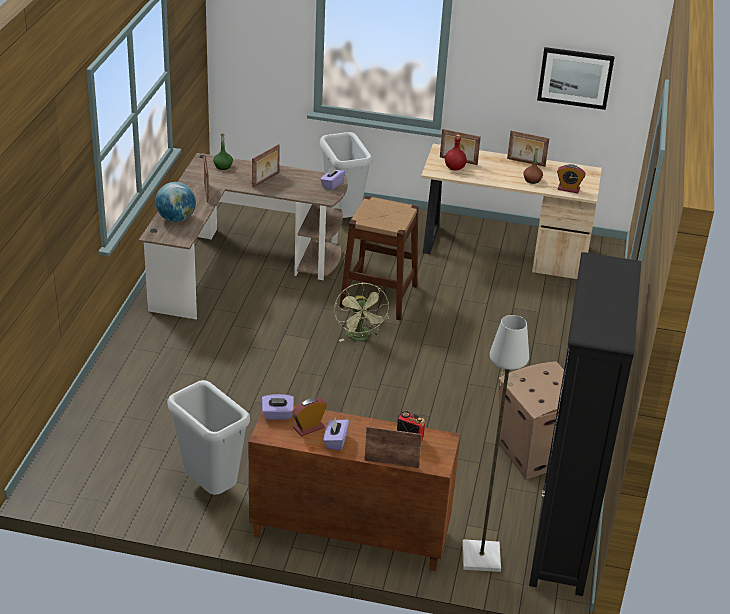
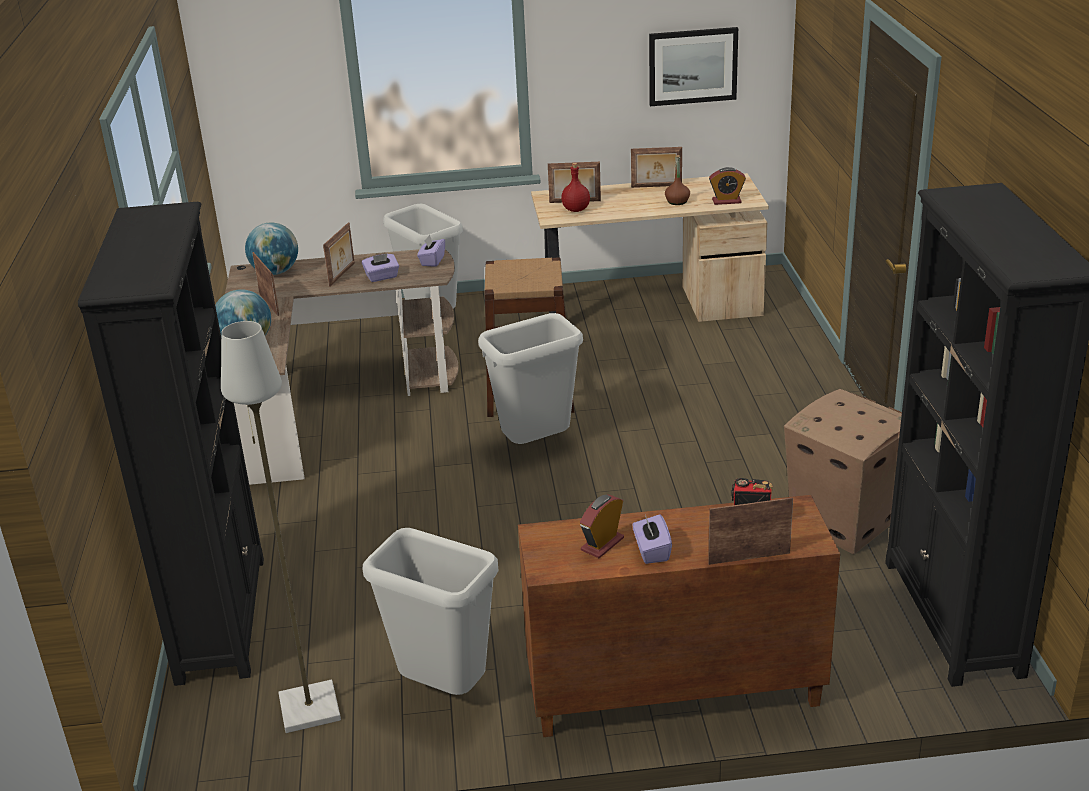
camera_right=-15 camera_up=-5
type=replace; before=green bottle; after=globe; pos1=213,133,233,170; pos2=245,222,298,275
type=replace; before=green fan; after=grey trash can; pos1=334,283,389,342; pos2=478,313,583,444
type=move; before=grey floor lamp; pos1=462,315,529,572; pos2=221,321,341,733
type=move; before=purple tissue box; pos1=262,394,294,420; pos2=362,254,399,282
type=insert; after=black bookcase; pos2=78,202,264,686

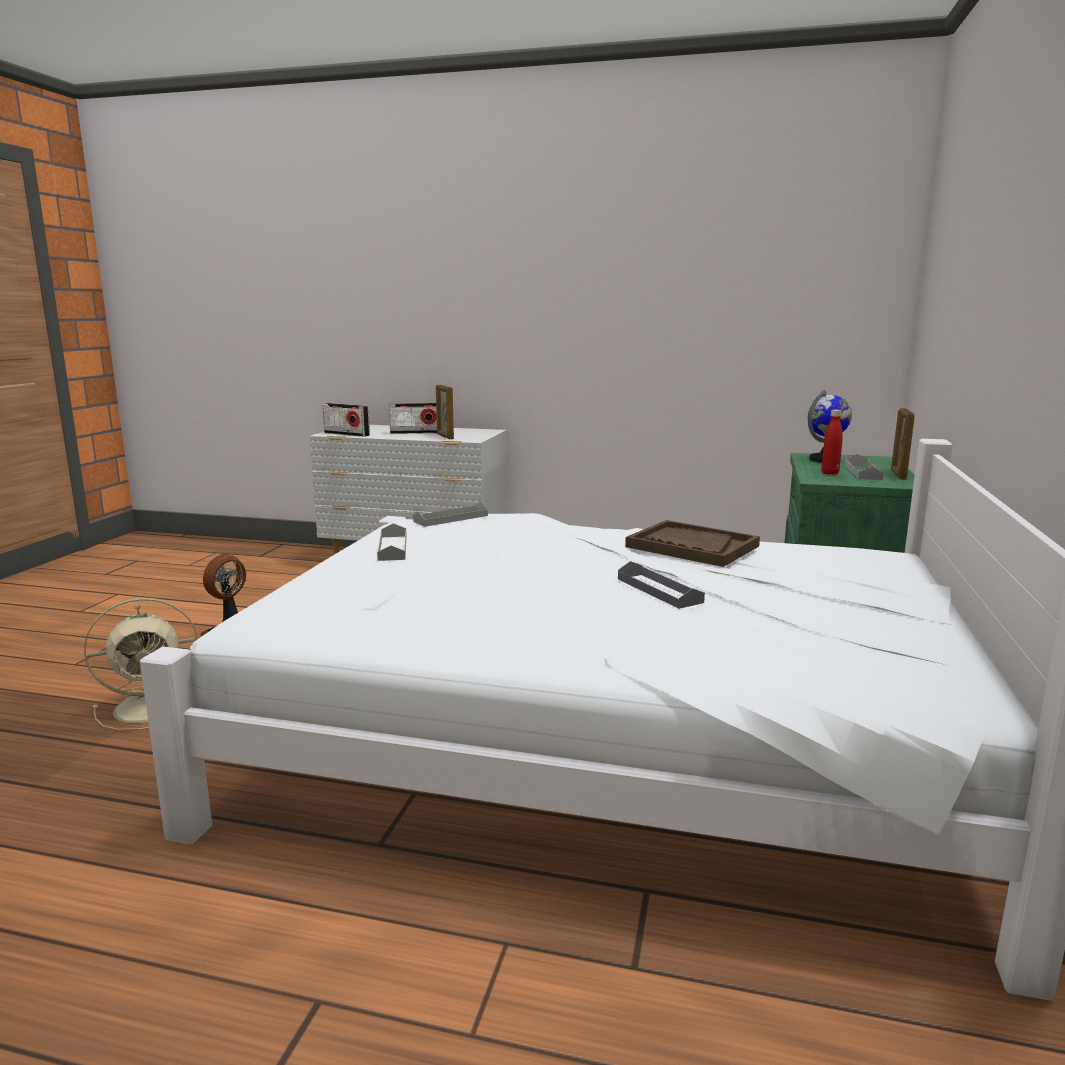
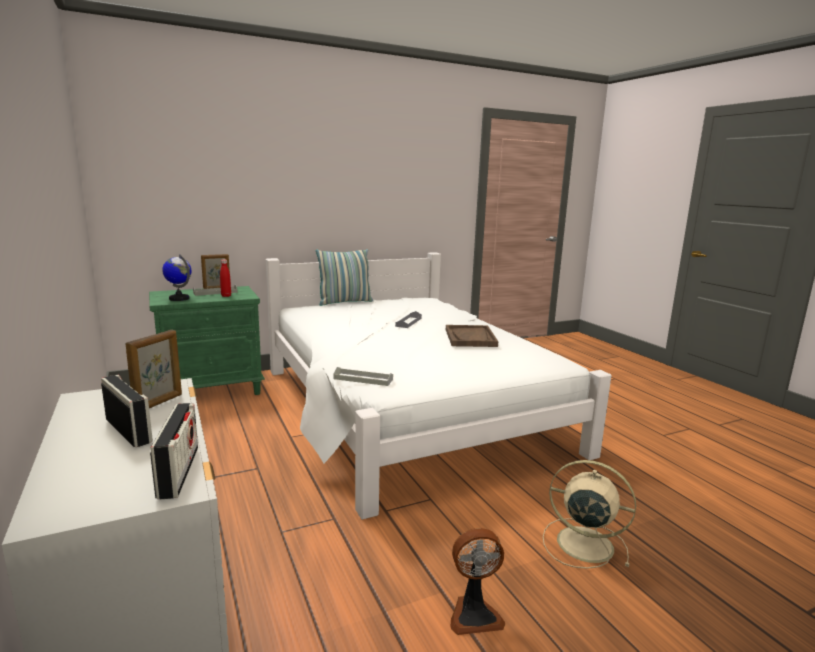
camera_right=-130 camera_up=0
type=move; before=brown tray; pos1=625,520,760,567; pos2=446,325,498,347
type=delete; before=grey tray; pos1=377,523,407,561
type=insert; after=pillow; pos2=316,249,373,306

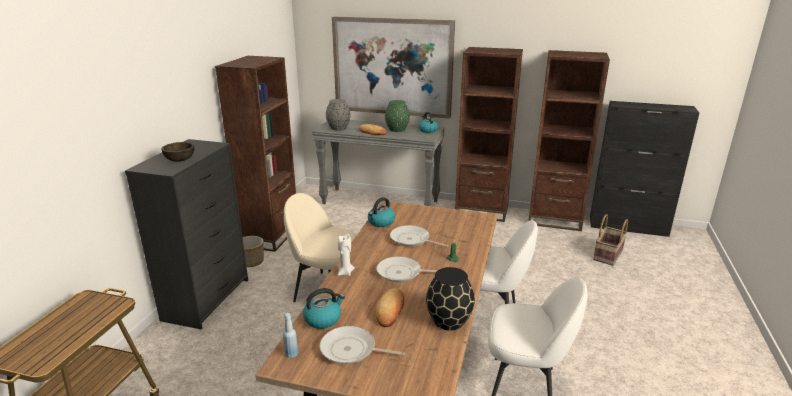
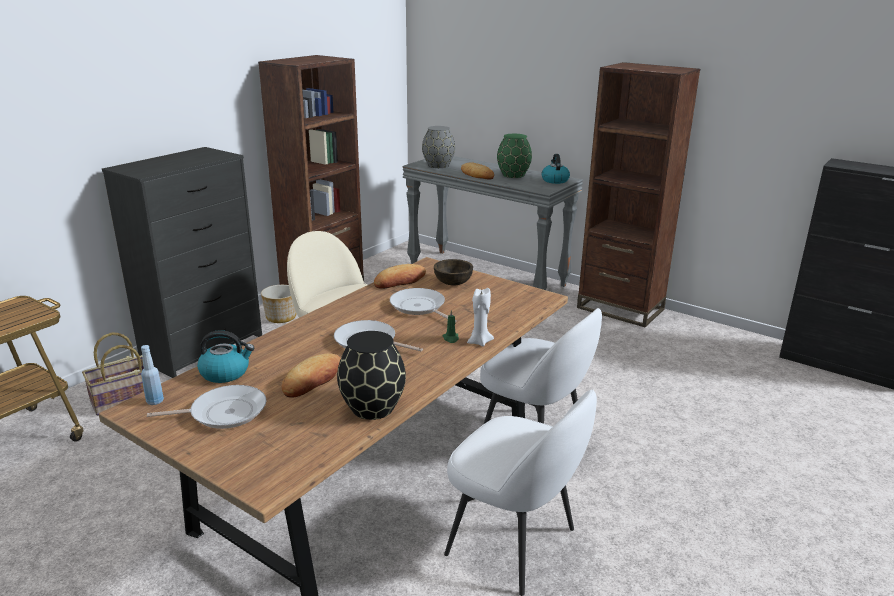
camera_right=20 camera_up=0
type=delete; before=picture; pos1=332,17,455,119
type=delete; before=brown bookcase; pos1=528,50,610,231
type=move; before=brown bowl; pos1=161,142,194,162; pos2=434,259,473,286
type=replace; before=kettle; after=bread; pos1=368,197,395,227; pos2=374,264,426,289
type=move; before=basket; pos1=593,214,628,266; pos2=82,332,144,416
type=move; before=white candle; pos1=337,234,355,276; pos2=467,288,494,347
type=rotate; before=frying pan; pos1=320,326,405,364; pos2=147,385,267,429; turn=135

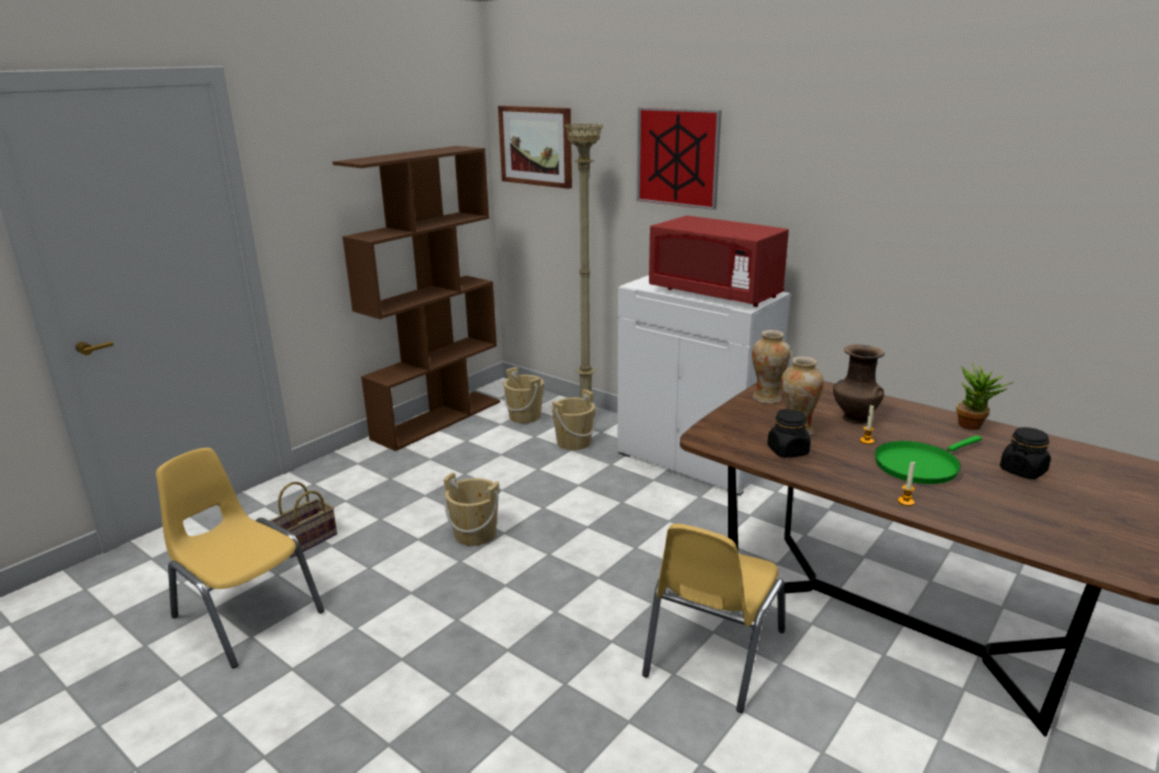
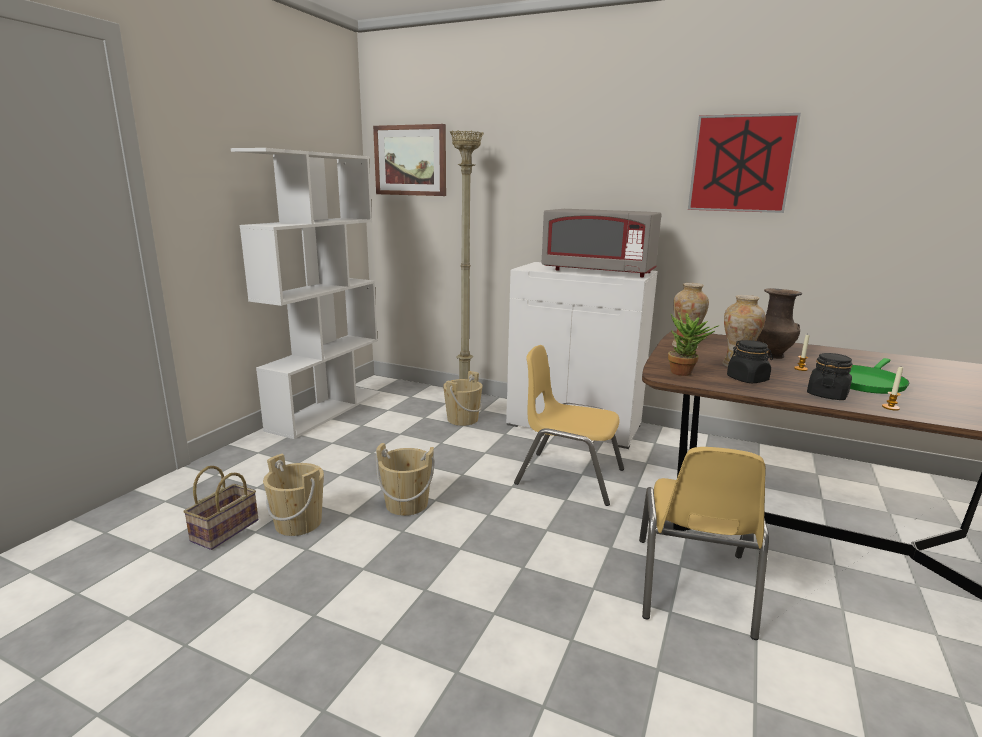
camera_right=-15 camera_up=-5
type=move; before=picture; pos1=637,107,722,210; pos2=688,113,801,213
type=recolor; before=brown bookcase; after=white bookcase; pos1=332,146,500,451; pos2=231,148,380,439
type=recolor; before=red microwave; after=grey microwave; pos1=649,215,789,307; pos2=542,209,661,277
type=move; before=potted plant; pos1=956,363,1014,430; pos2=668,312,720,376
type=move; before=beige bucket; pos1=503,367,544,423; pos2=263,453,324,536
type=move; before=black jar; pos1=1000,427,1051,479; pos2=807,353,853,400
type=move; before=yellow chair; pos1=156,448,325,669; pos2=514,345,624,506

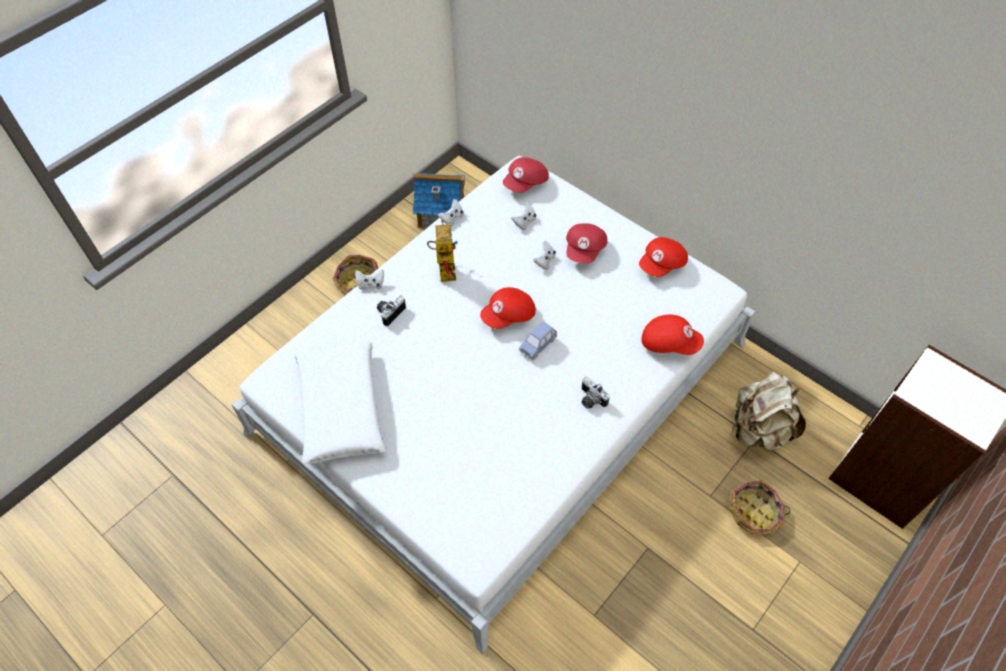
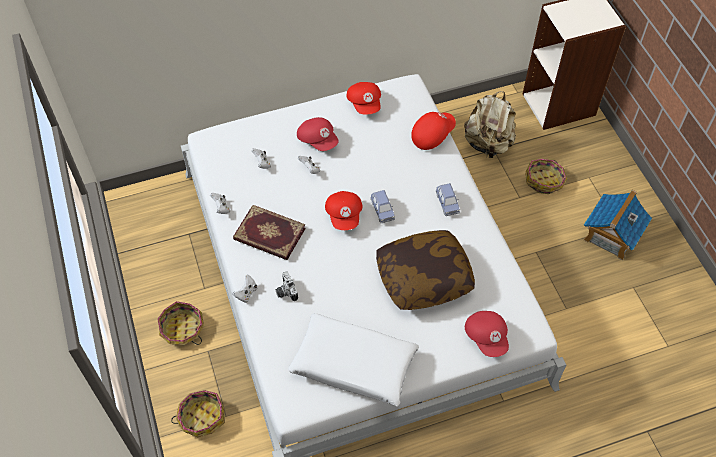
camera_right=-60 camera_up=0
type=move; before=red cap; pos1=503,157,549,193; pos2=465,311,509,357
type=move; before=toy house; pos1=412,173,465,228; pos2=584,190,652,260
type=replace; before=toy robot; after=book; pos1=427,219,458,282; pos2=233,205,306,260
type=replace; before=photo camera; after=blue toy car; pos1=582,377,610,409; pos2=436,183,460,216
type=insert; after=pillow; pos2=376,230,475,310
type=insert; after=basket; pos2=171,390,225,437

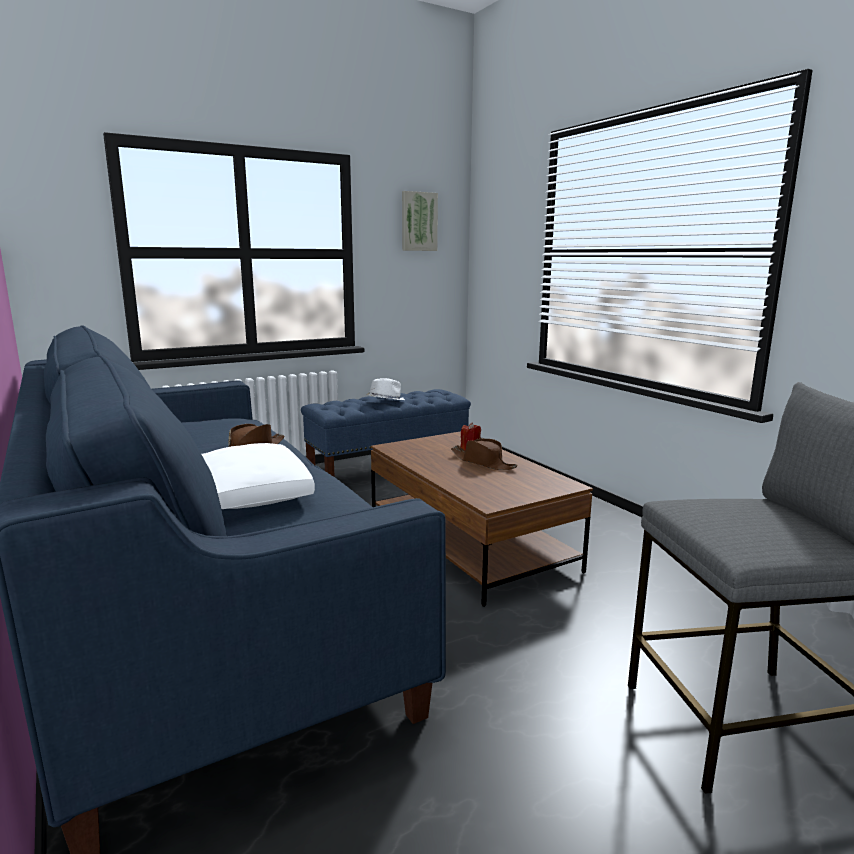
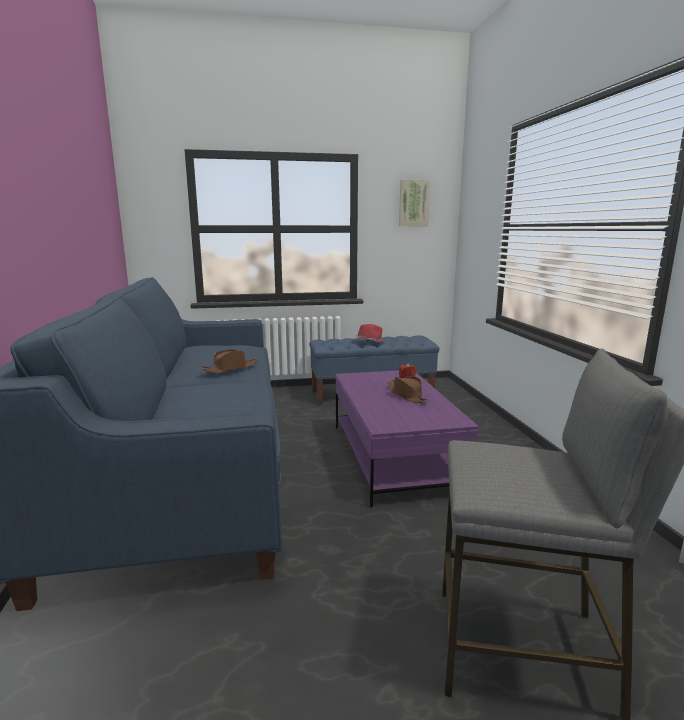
camera_right=20 camera_up=0
type=recolor; before=white hat; after=red hat; pos1=367,378,405,400; pos2=355,324,385,342
type=recolor; before=brown coffee table; after=purple coffee table; pos1=371,431,593,607; pos2=336,370,479,507
type=delete; before=white pillow; pos1=201,443,315,509

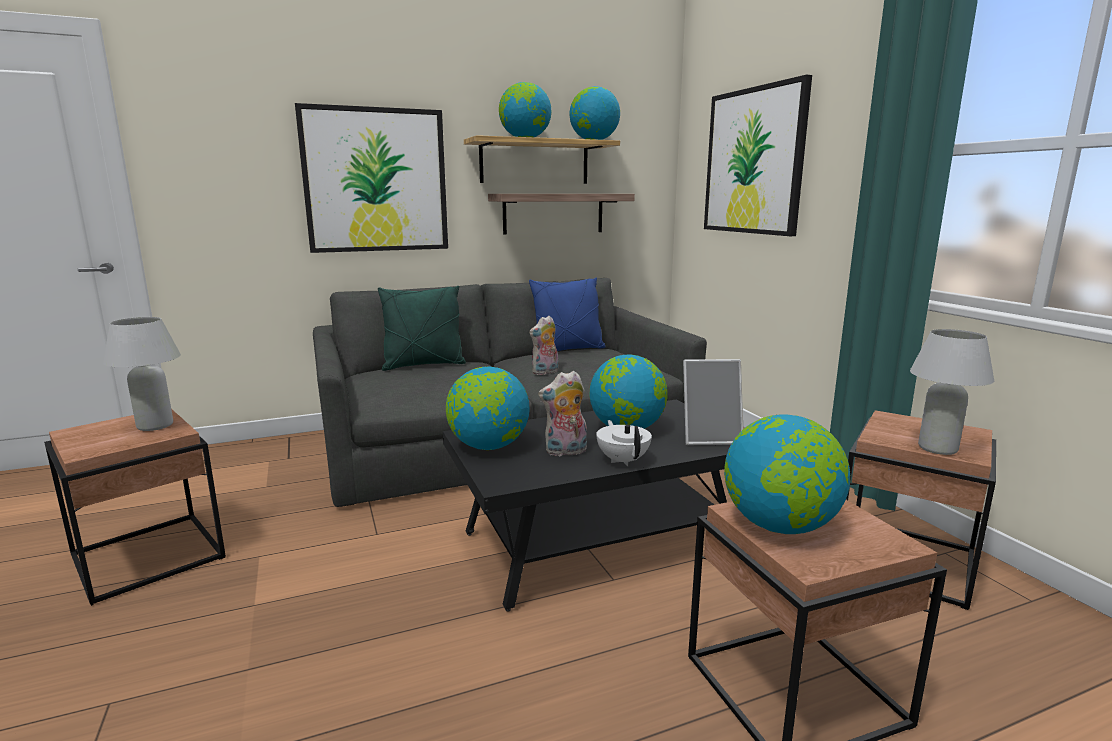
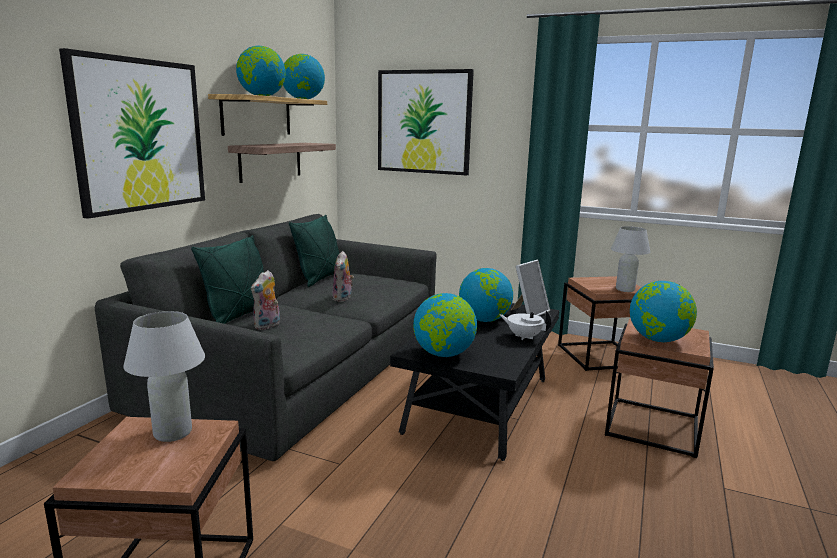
camera_right=-45 camera_up=0
type=recolor; before=blue pillow; after=green pillow; pos1=529,278,606,351; pos2=289,215,340,287
type=move; before=plush toy; pos1=538,371,587,456; pos2=251,270,280,330

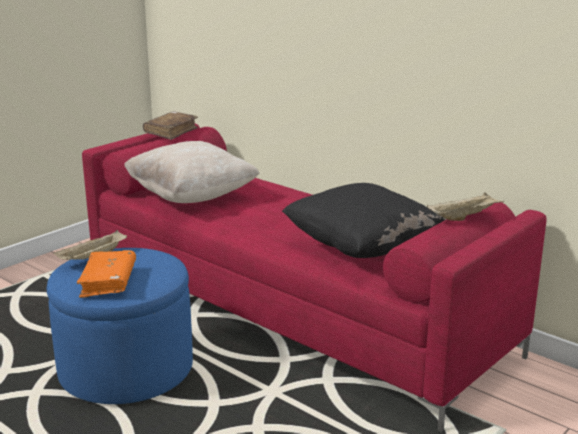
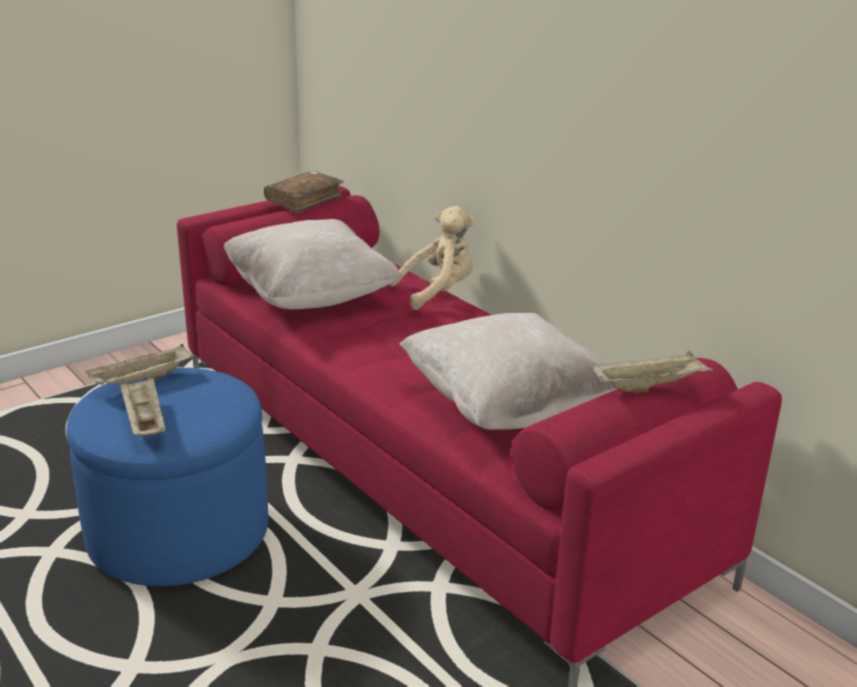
camera_right=10 camera_up=5
type=recolor; before=black pillow; after=beige pillow; pos1=282,183,446,258; pos2=400,313,618,430
type=replace; before=orange book; after=beige tray; pos1=77,250,136,298; pos2=119,377,165,436
type=insert; after=beige plush toy; pos2=389,206,475,310

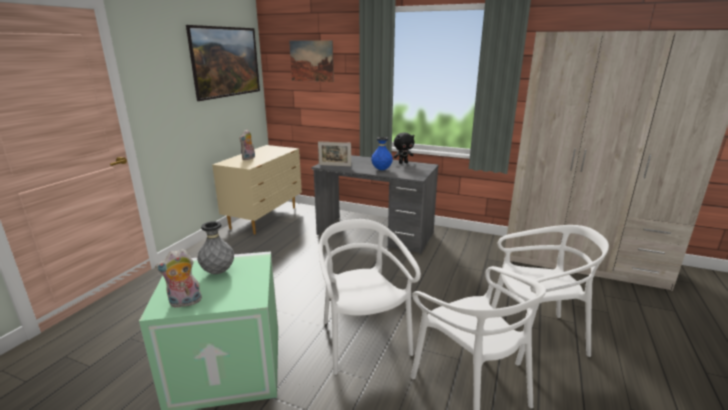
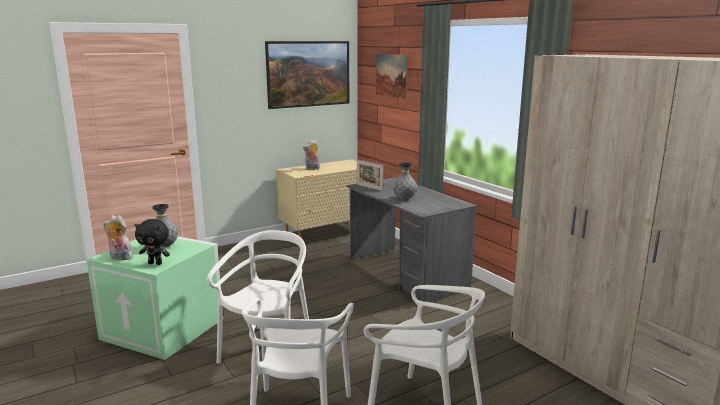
camera_right=35 camera_up=-5
type=move; before=black plush toy; pos1=394,133,414,164; pos2=135,219,170,265
type=recolor; before=blue vase; after=grey vase; pos1=371,137,393,170; pos2=393,162,417,200

